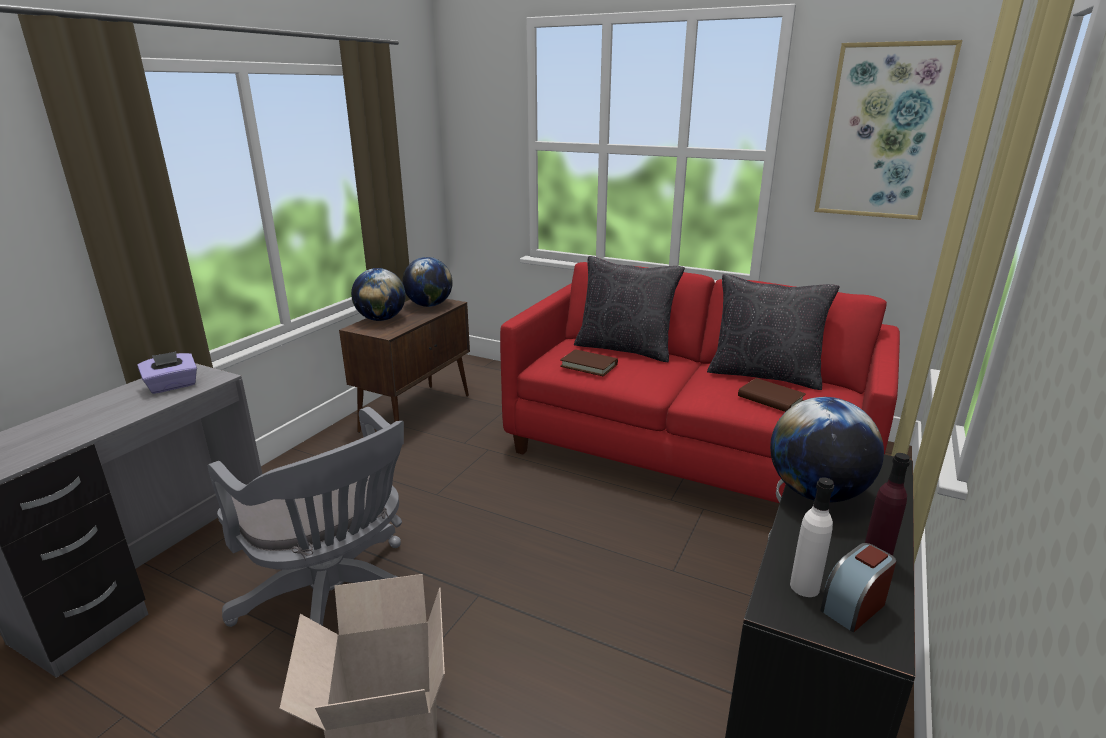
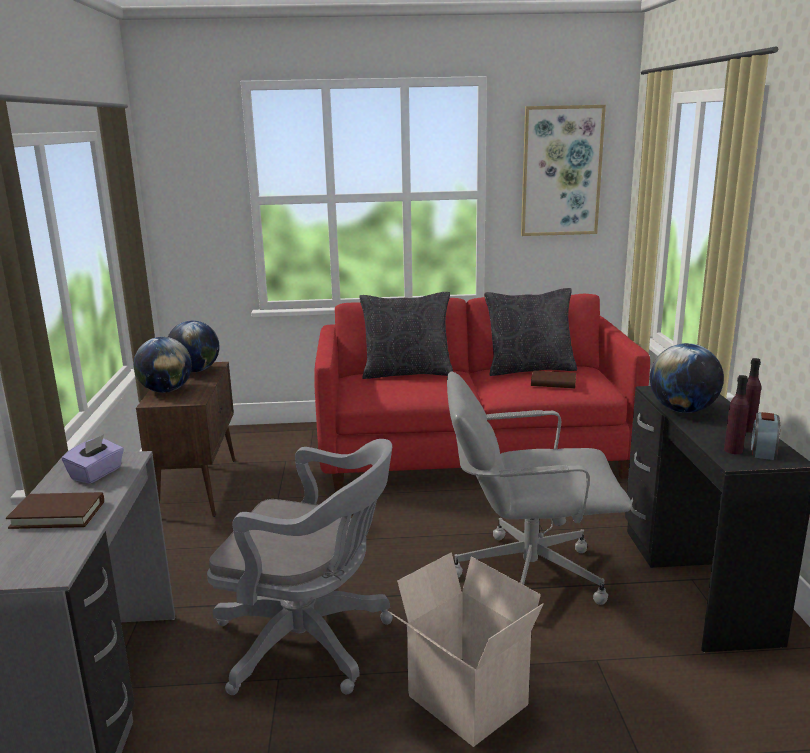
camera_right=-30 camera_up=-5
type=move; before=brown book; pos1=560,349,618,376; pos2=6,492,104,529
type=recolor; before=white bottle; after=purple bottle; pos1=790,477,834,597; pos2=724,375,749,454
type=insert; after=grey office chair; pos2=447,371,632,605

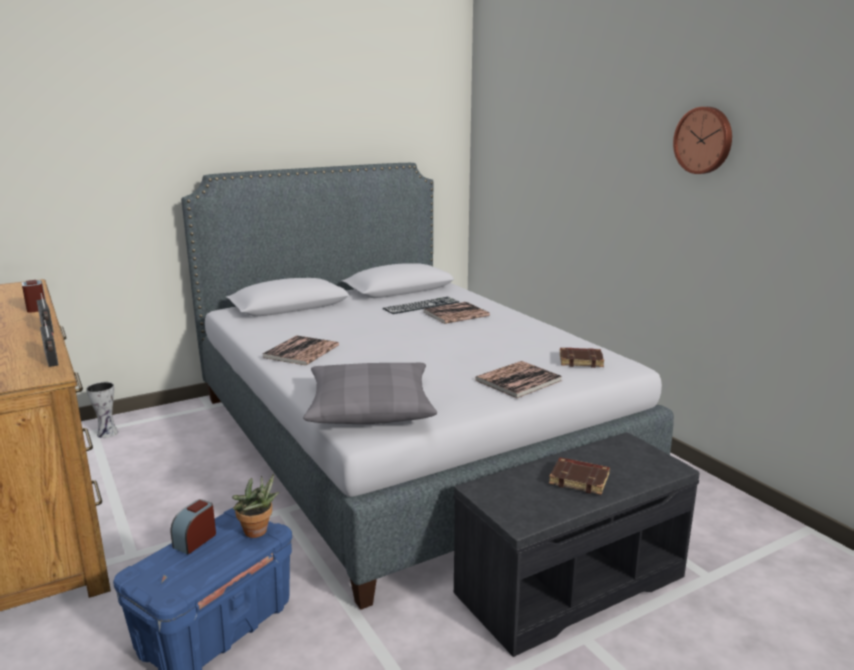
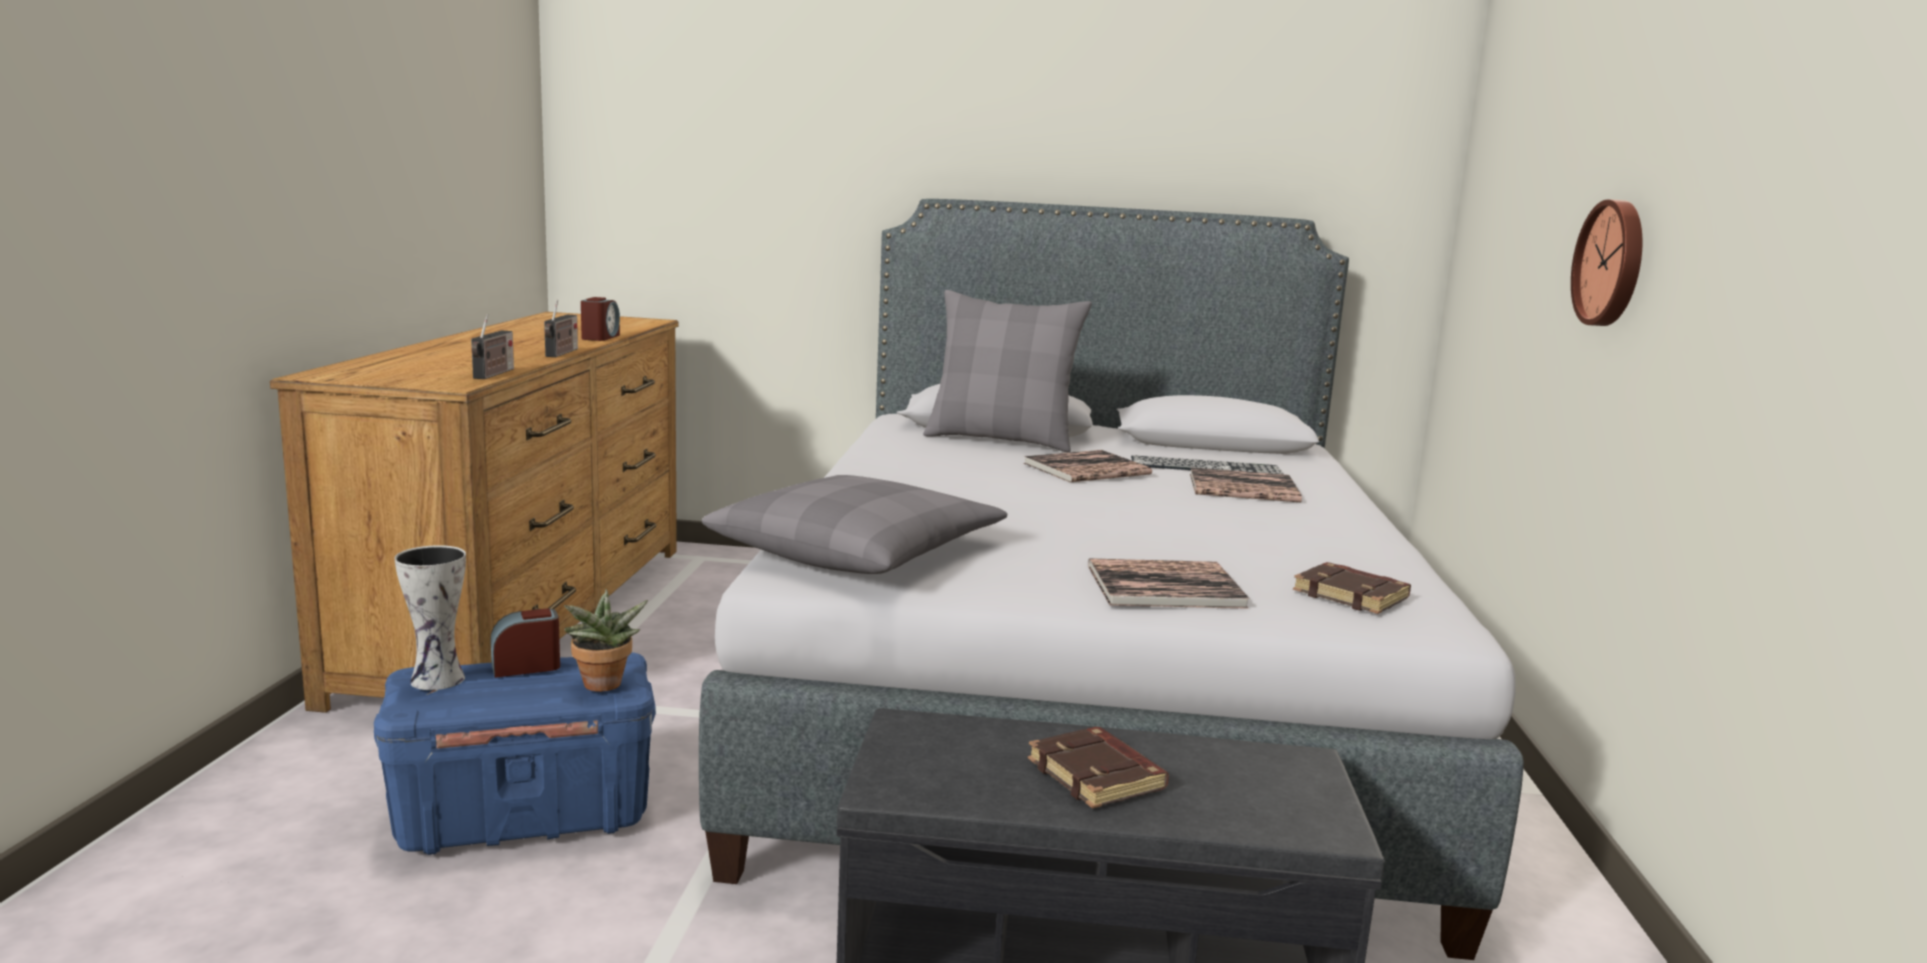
camera_right=35 camera_up=-5
type=move; before=wall clock; pos1=673,107,732,174; pos2=1571,199,1642,326
type=move; before=book; pos1=263,335,339,366; pos2=1024,450,1152,482
type=move; before=vase; pos1=86,382,118,438; pos2=395,545,466,690
type=insert; after=grey pillow; pos2=923,290,1092,452

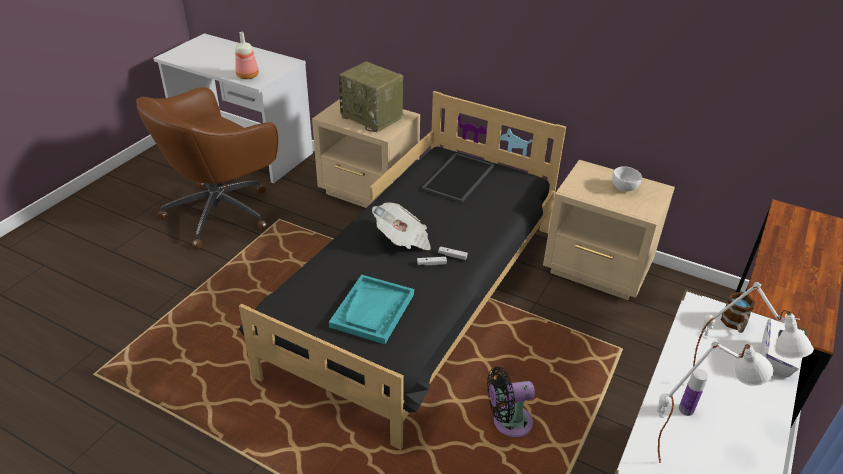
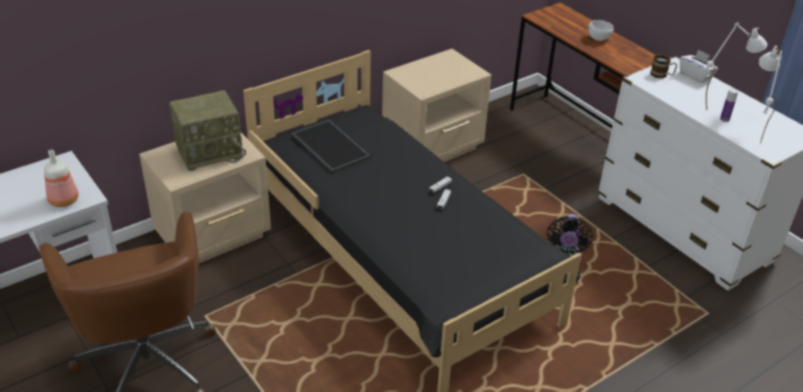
camera_right=-65 camera_up=0
type=move; before=white bowl; pos1=612,166,642,191; pos2=588,20,614,41
type=delete; before=newspaper; pos1=372,203,431,250
type=delete; before=turquoise tray; pos1=329,275,414,344

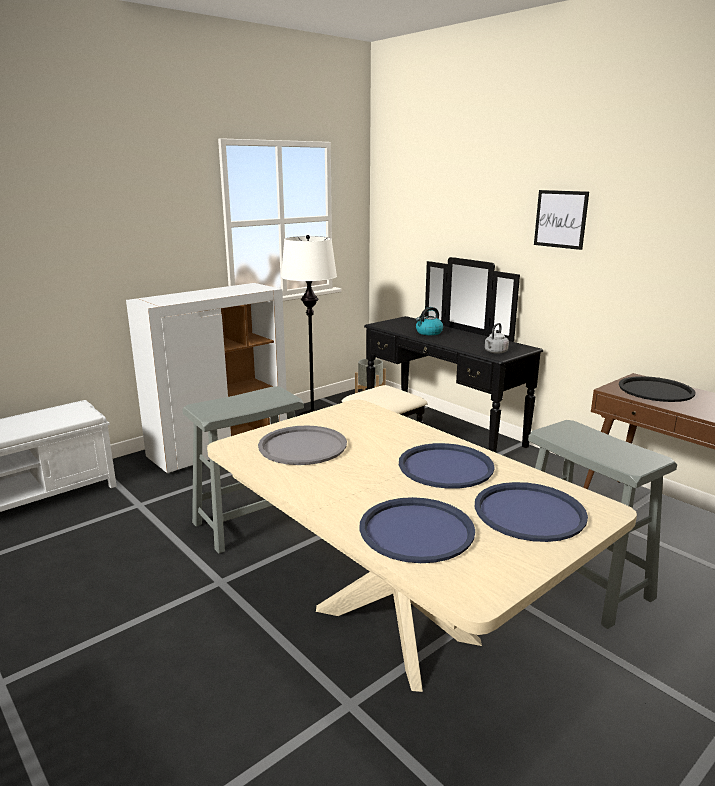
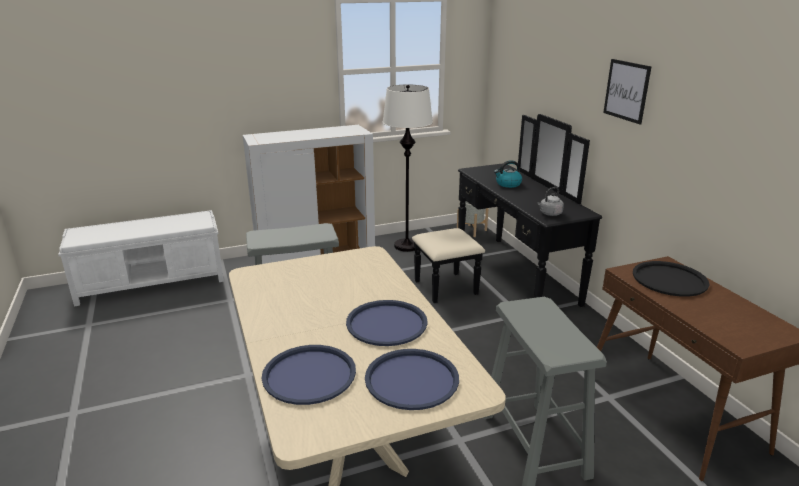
camera_right=20 camera_up=5
type=delete; before=grey tray; pos1=258,426,347,465

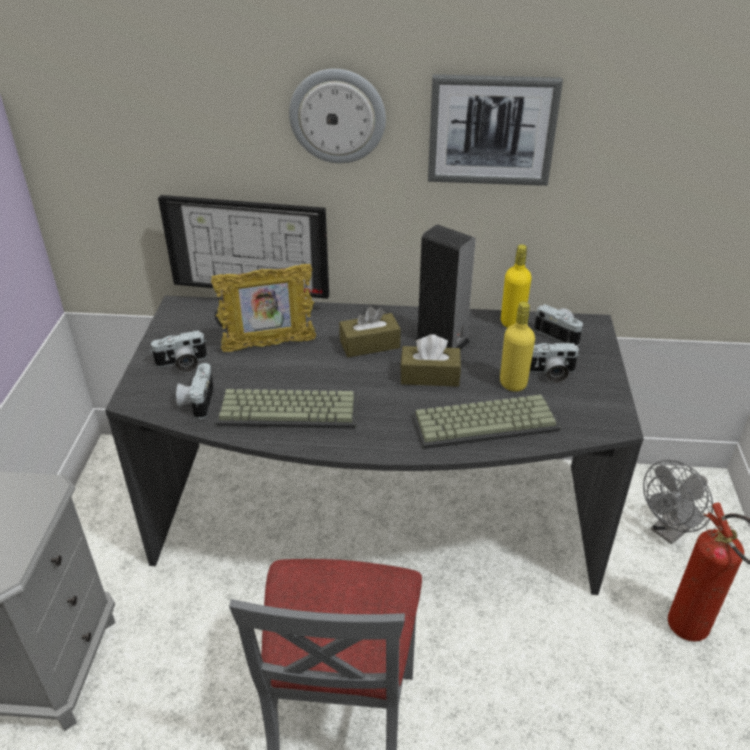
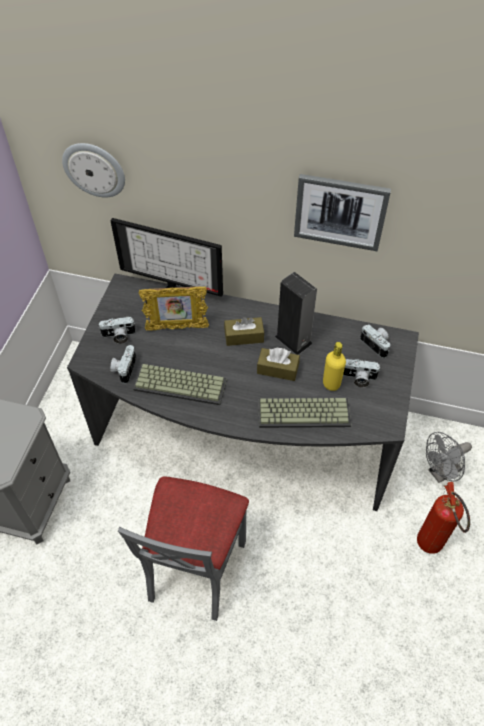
camera_right=10 camera_up=15
type=move; before=wall clock; pos1=289,69,386,163; pos2=62,143,125,198
type=delete; before=yellow bottle; pos1=501,244,531,328

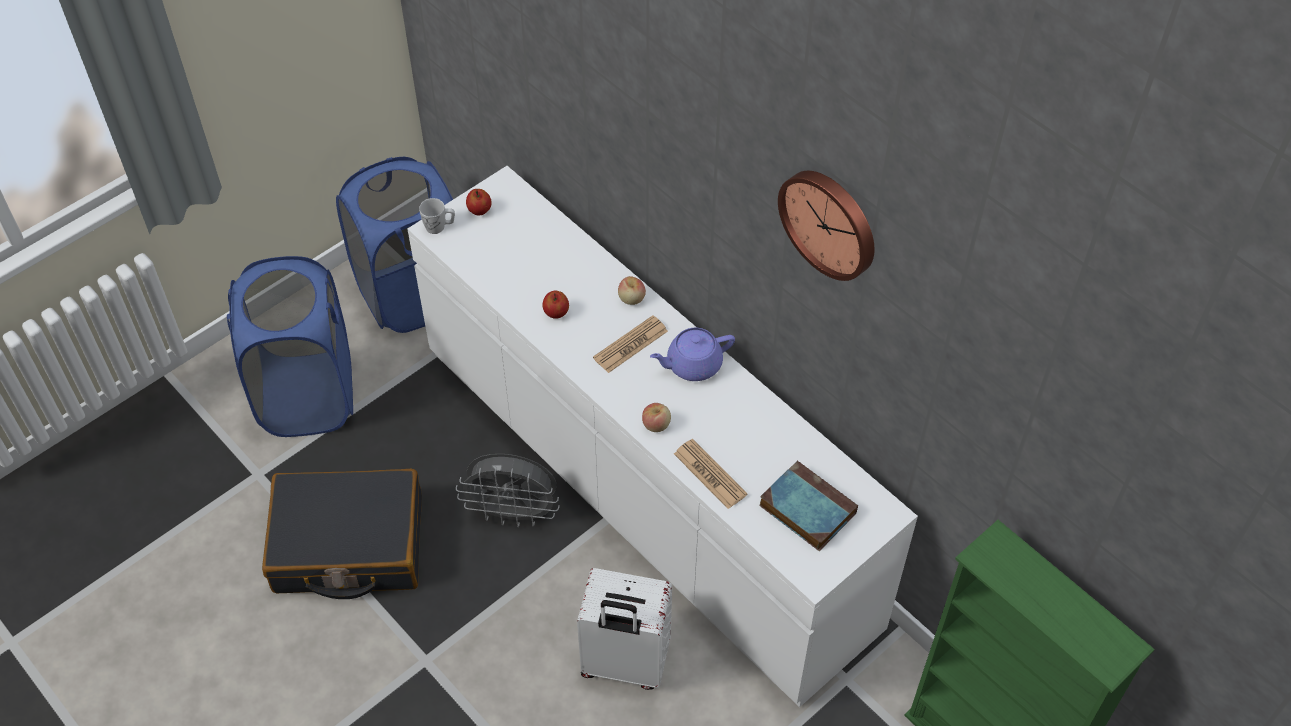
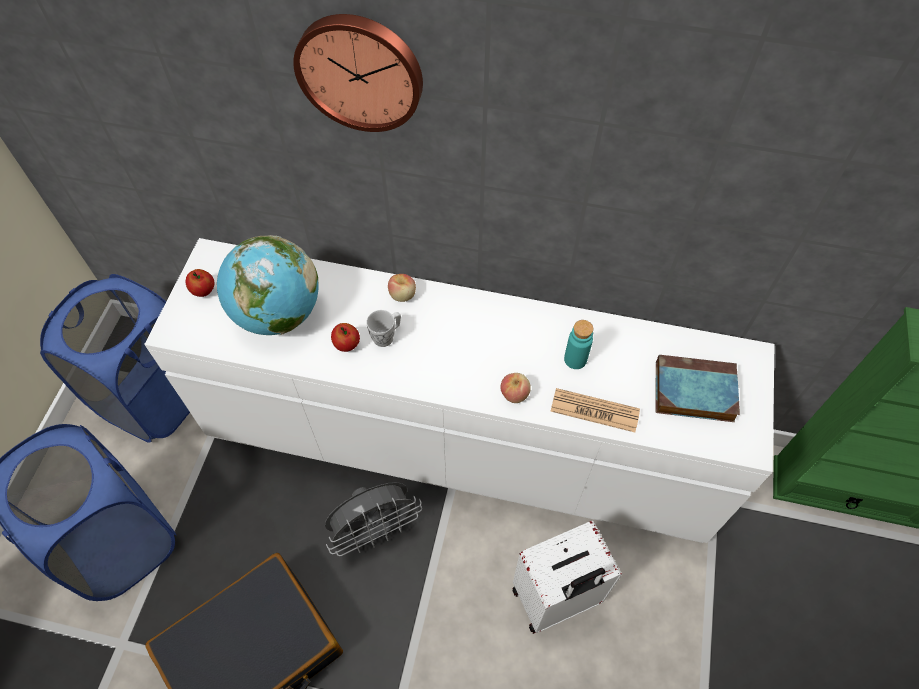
camera_right=-35 camera_up=5
type=move; before=wall clock; pos1=778,171,874,281; pos2=293,14,423,132
type=move; before=white mug; pos1=419,198,455,234; pos2=366,310,401,347
type=delete; before=newspaper; pos1=593,315,668,373
type=delete; before=purple teapot; pos1=650,328,735,381
type=insert; after=globe; pos2=217,235,319,335
type=insert; after=turquoise bottle; pos2=564,320,593,369

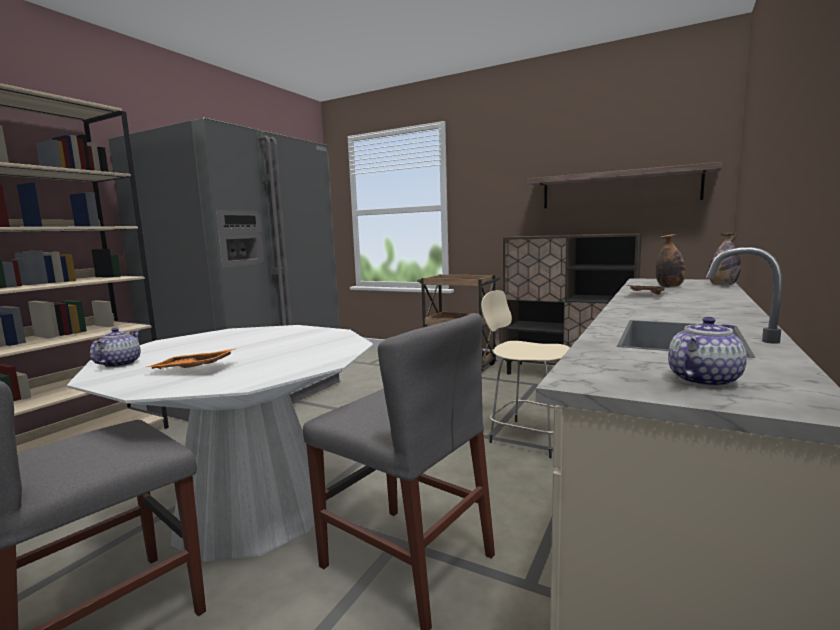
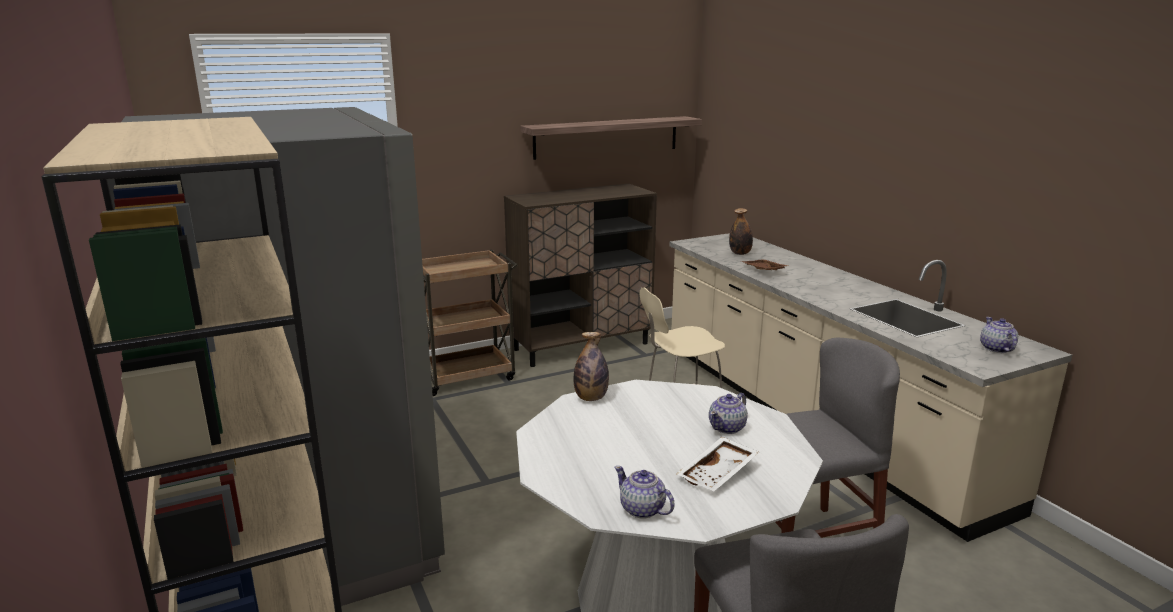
camera_right=-55 camera_up=10
type=move; before=bottle; pos1=709,232,741,286; pos2=574,332,609,401
type=recolor; before=orange tray; after=white tray; pos1=143,349,235,369; pos2=676,437,759,491
type=insert; after=teapot; pos2=709,393,748,434

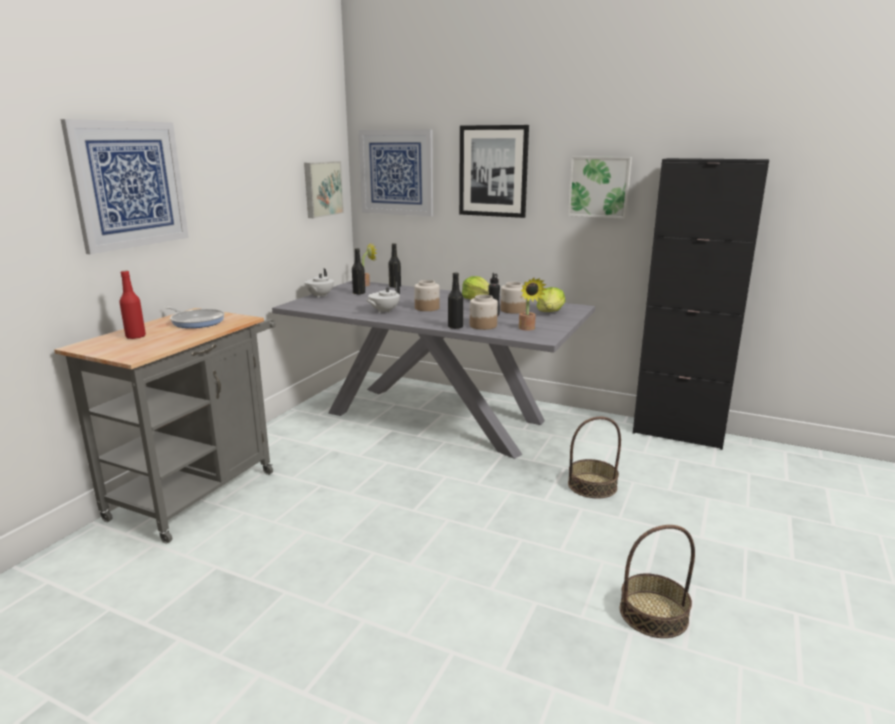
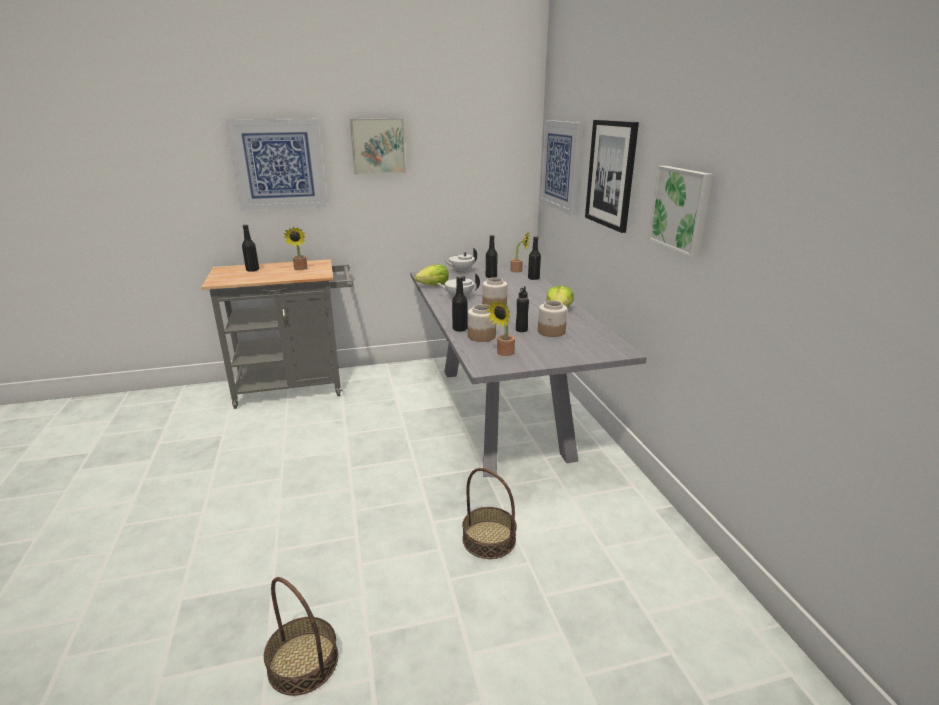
camera_right=50 camera_up=5
type=delete; before=black cabinet; pos1=633,158,769,450
type=move; before=picture; pos1=304,161,344,218; pos2=350,118,406,174
type=recolor; before=red bottle; after=black bottle; pos1=119,271,146,339; pos2=242,225,259,272
type=move; before=lettuce; pos1=537,287,565,312; pos2=414,264,449,286
type=replace; before=frying pan; after=potted plant; pos1=164,306,225,328; pos2=283,227,308,270

